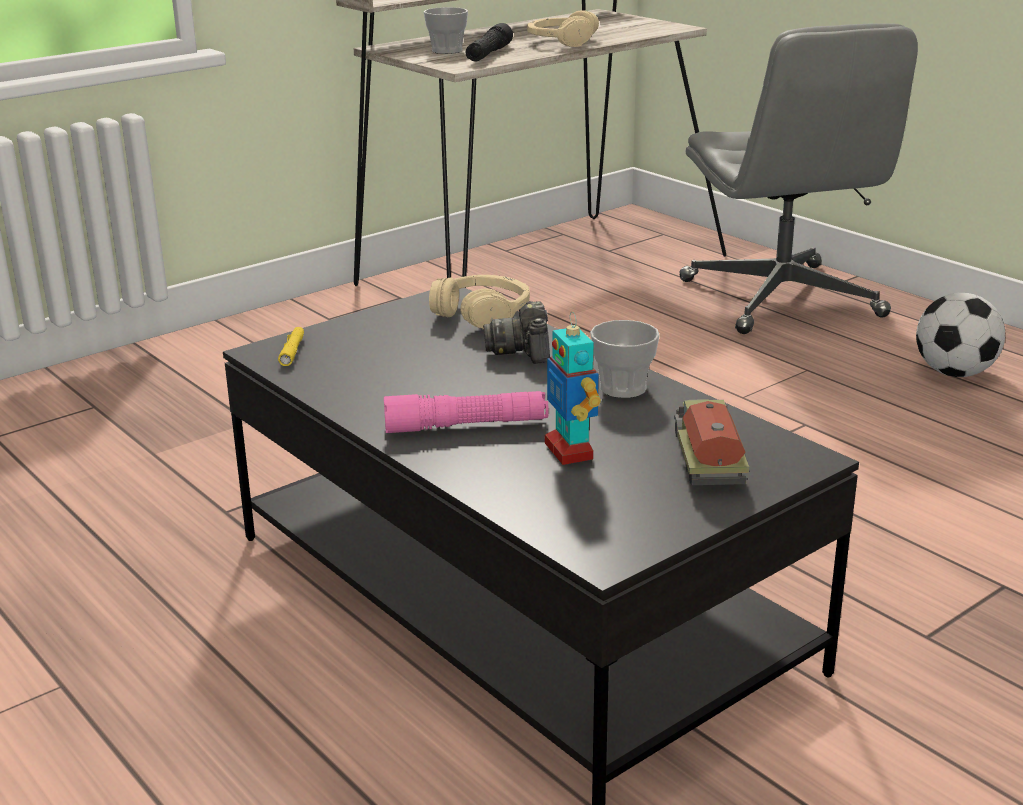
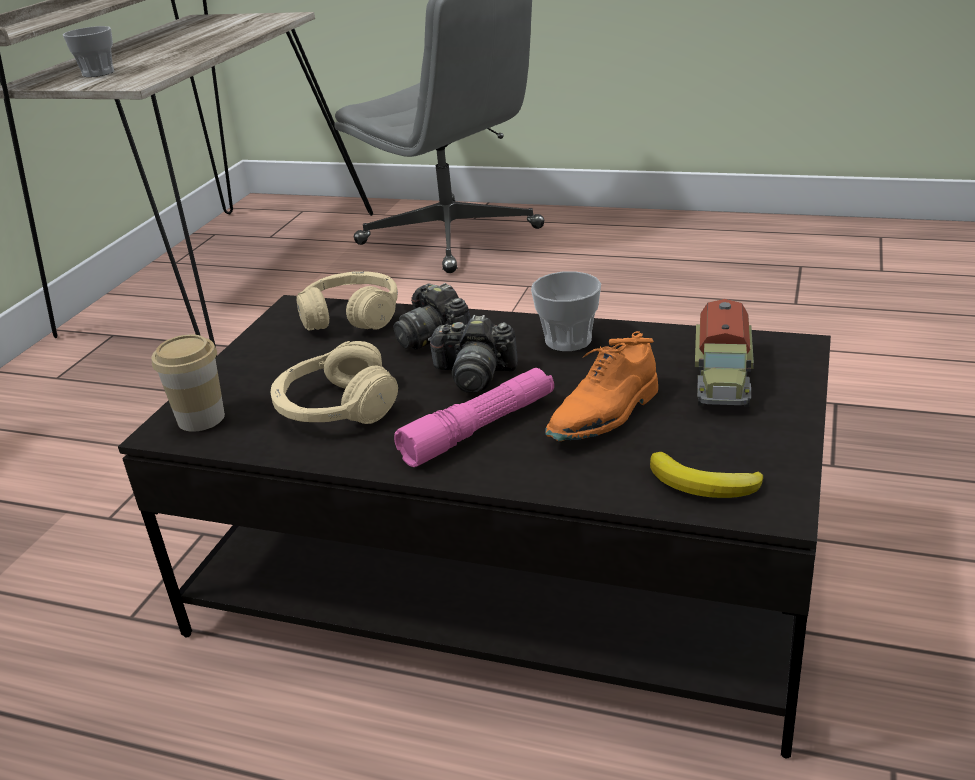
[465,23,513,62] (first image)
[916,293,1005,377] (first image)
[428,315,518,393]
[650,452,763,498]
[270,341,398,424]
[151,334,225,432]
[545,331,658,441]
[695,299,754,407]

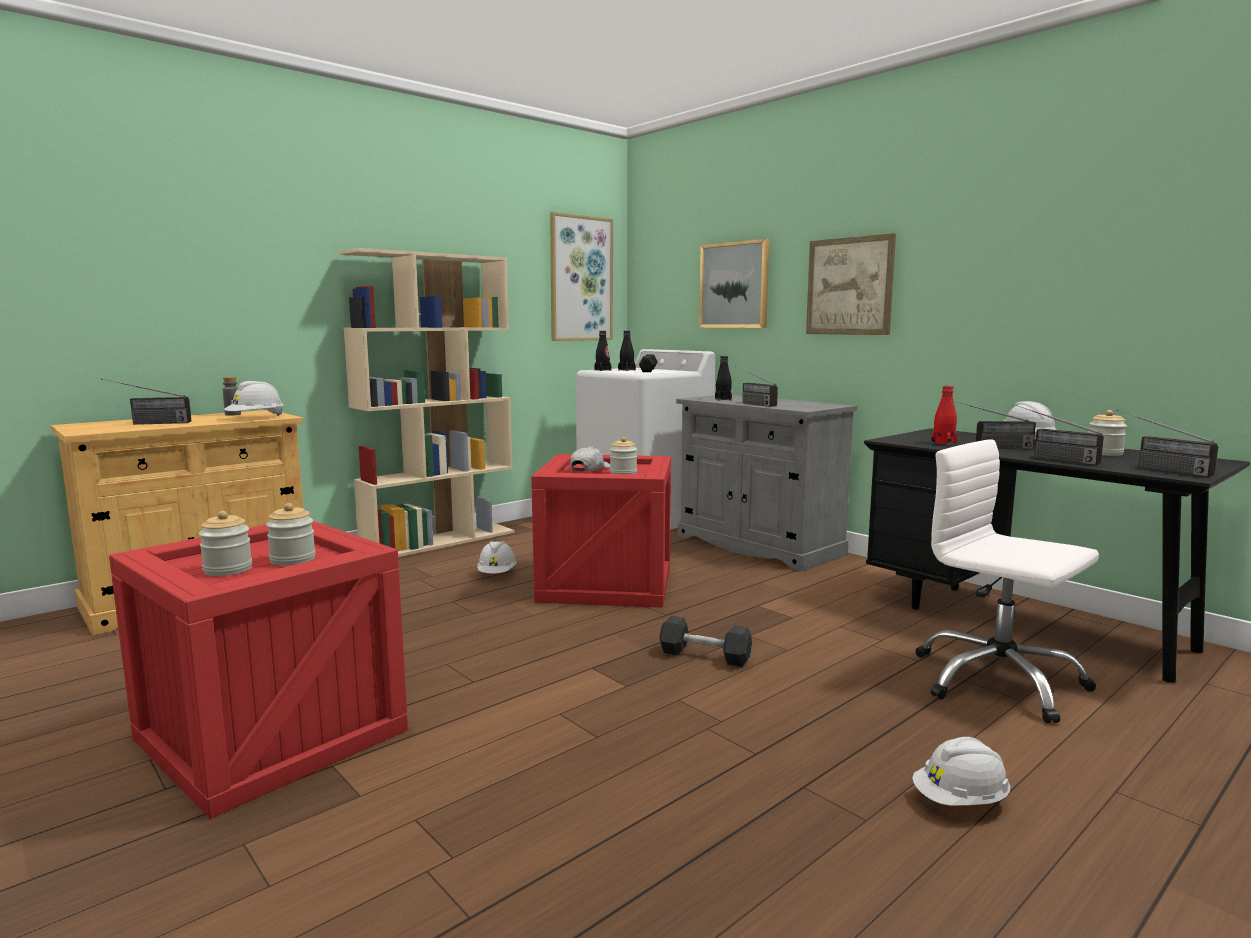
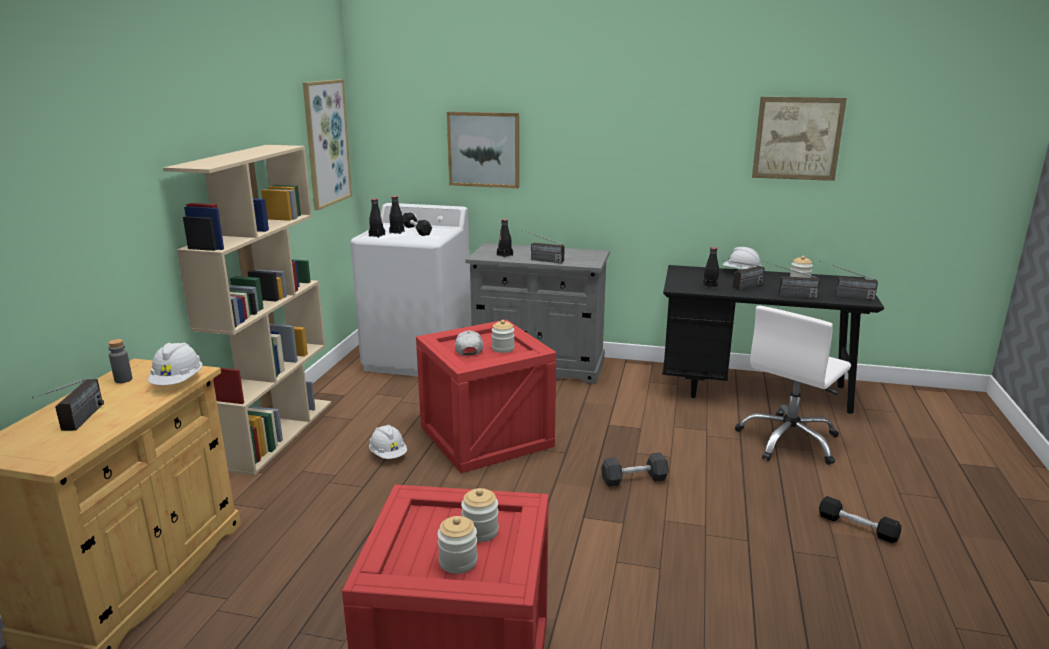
[752,97,847,181]
[819,496,902,543]
[703,247,719,288]
[32,379,104,431]
[735,306,851,465]

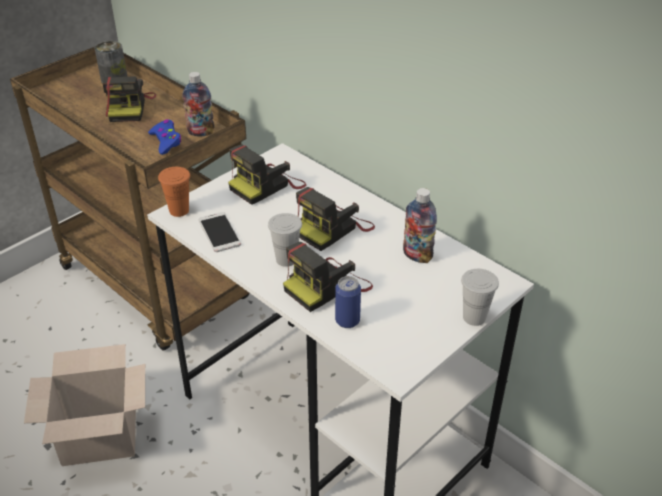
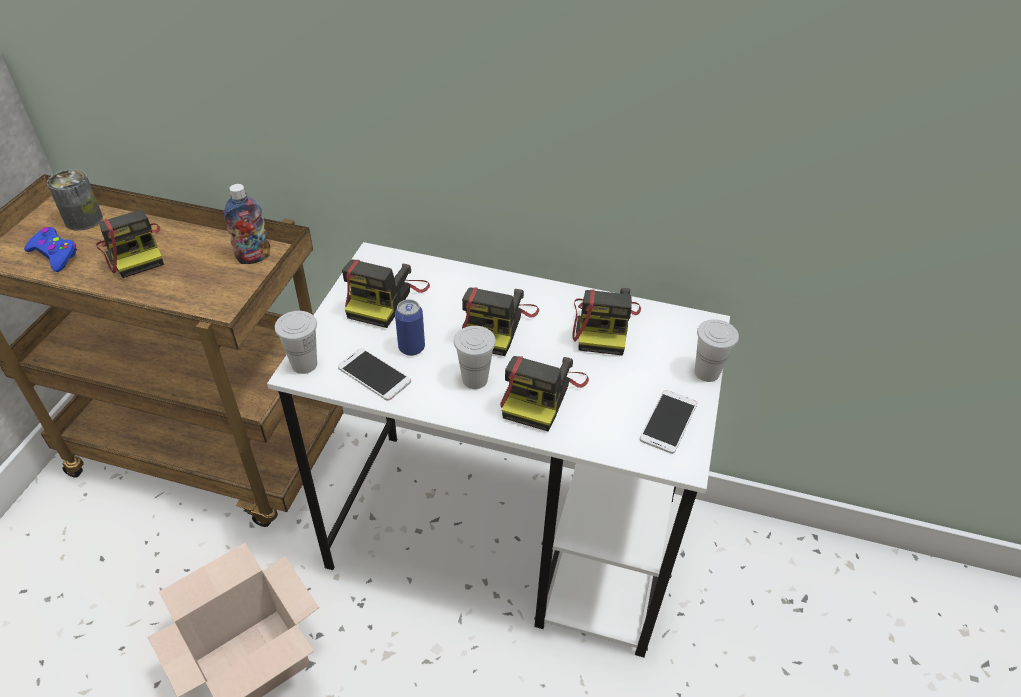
[640,390,697,454]
[24,227,77,272]
[395,299,425,356]
[572,288,641,356]
[275,311,317,374]

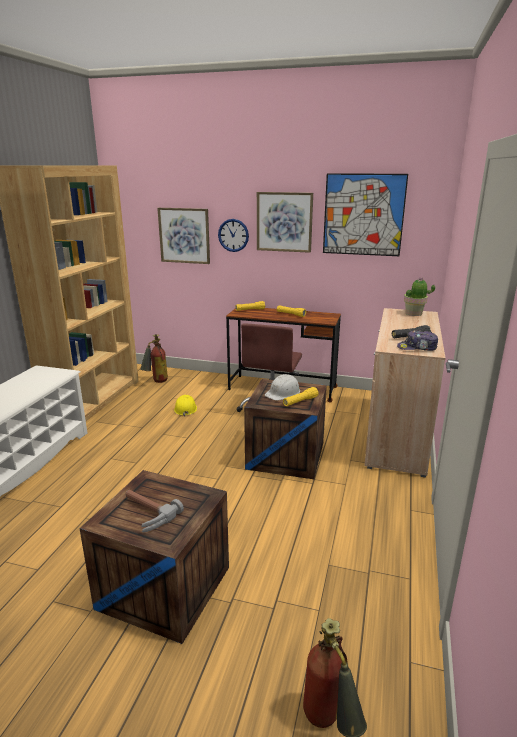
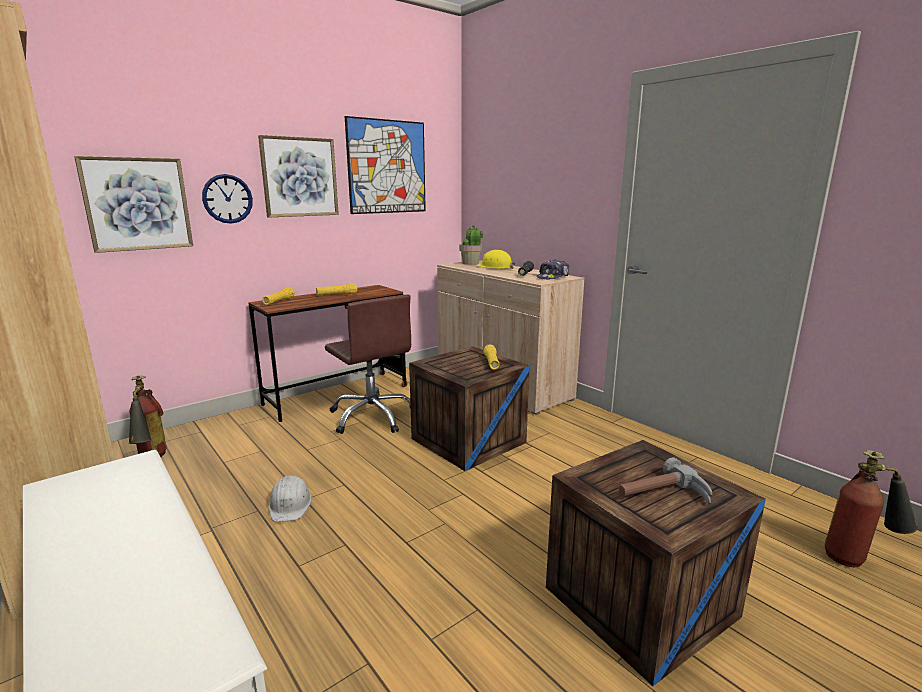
[476,250,515,269]
[269,475,312,522]

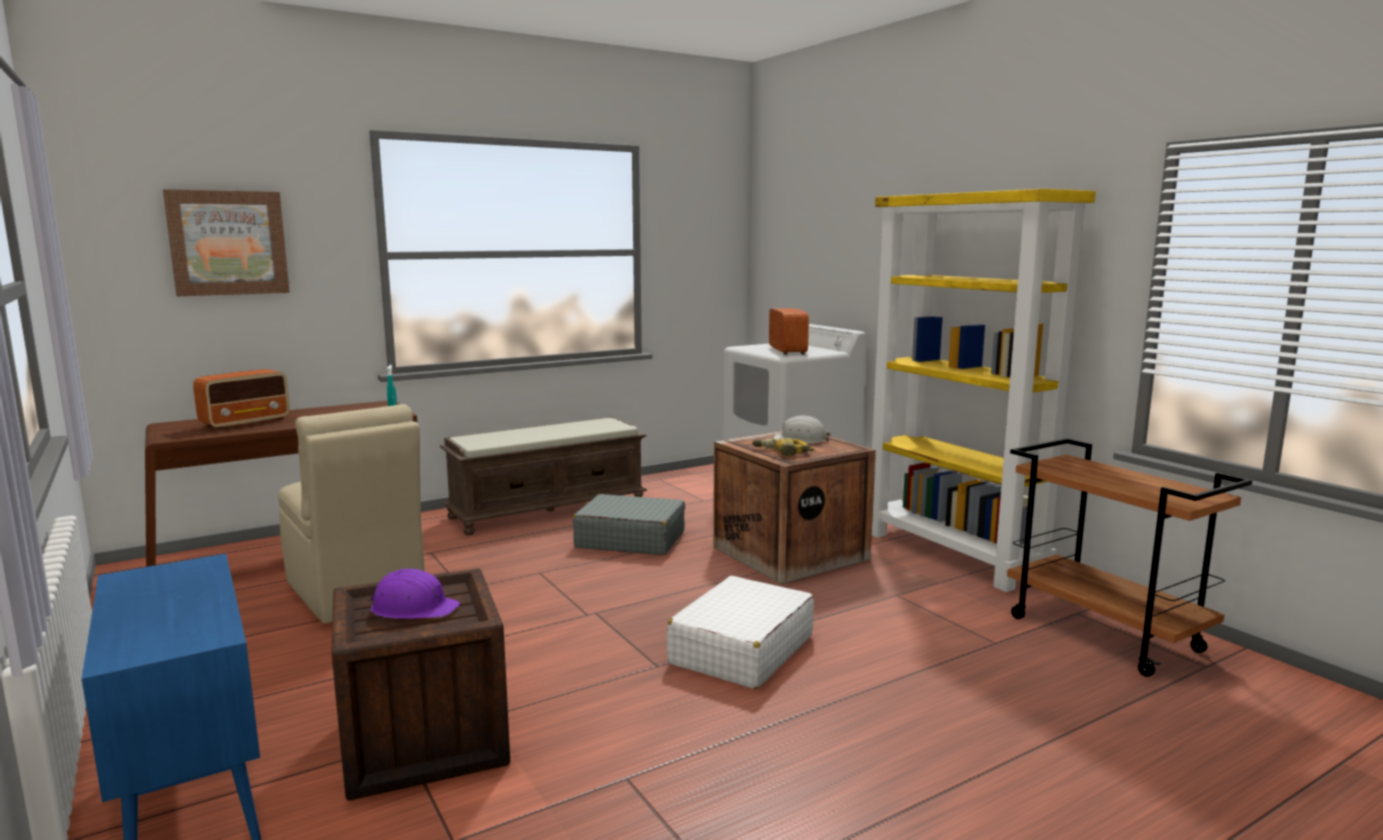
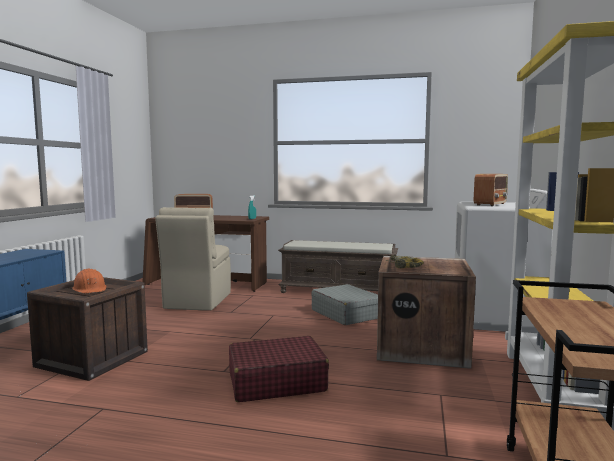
[163,189,290,296] (first image)
[773,415,831,444] (first image)
[72,269,107,293]
[229,336,329,402]

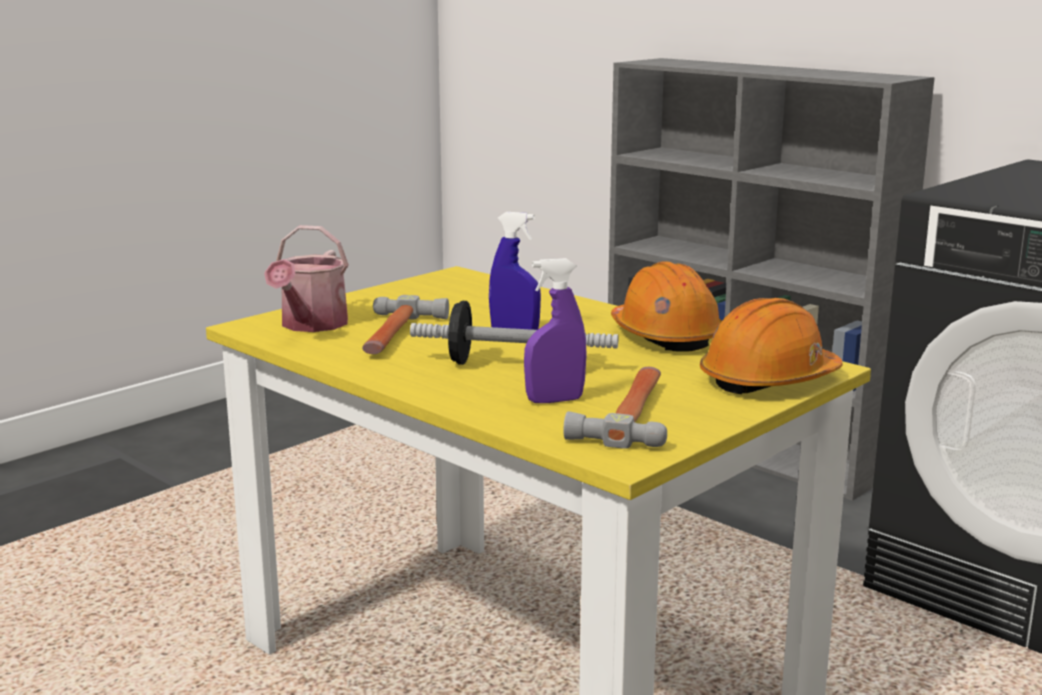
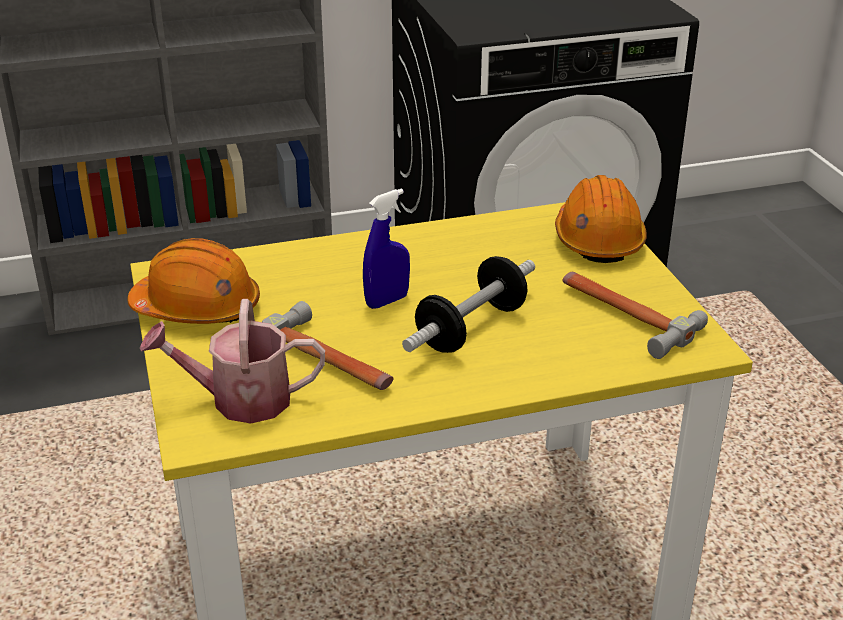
[524,258,587,403] (first image)
[127,238,260,324]
[140,299,325,423]

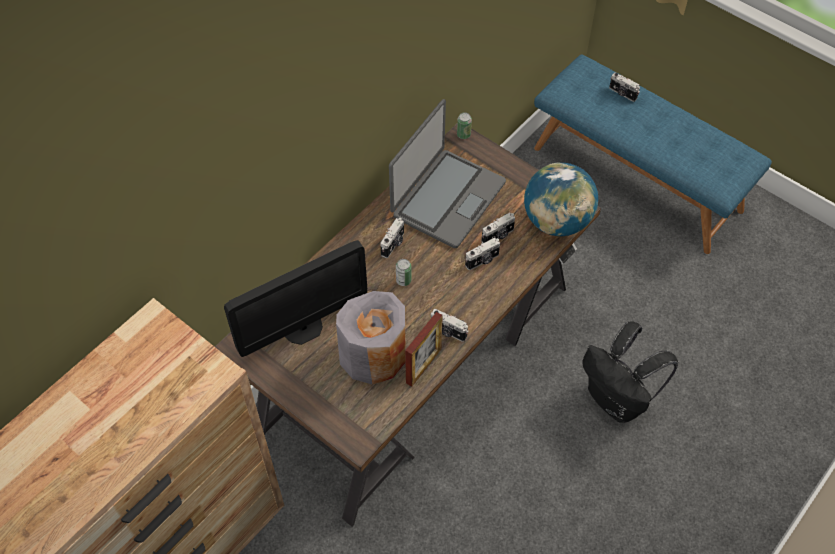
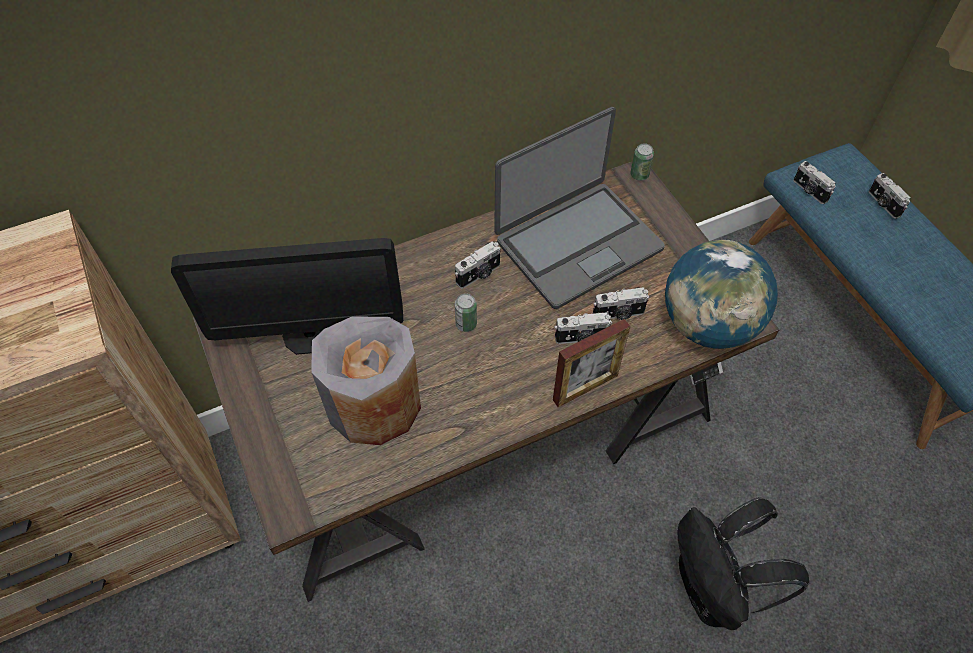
[553,319,630,407]
[793,161,835,204]

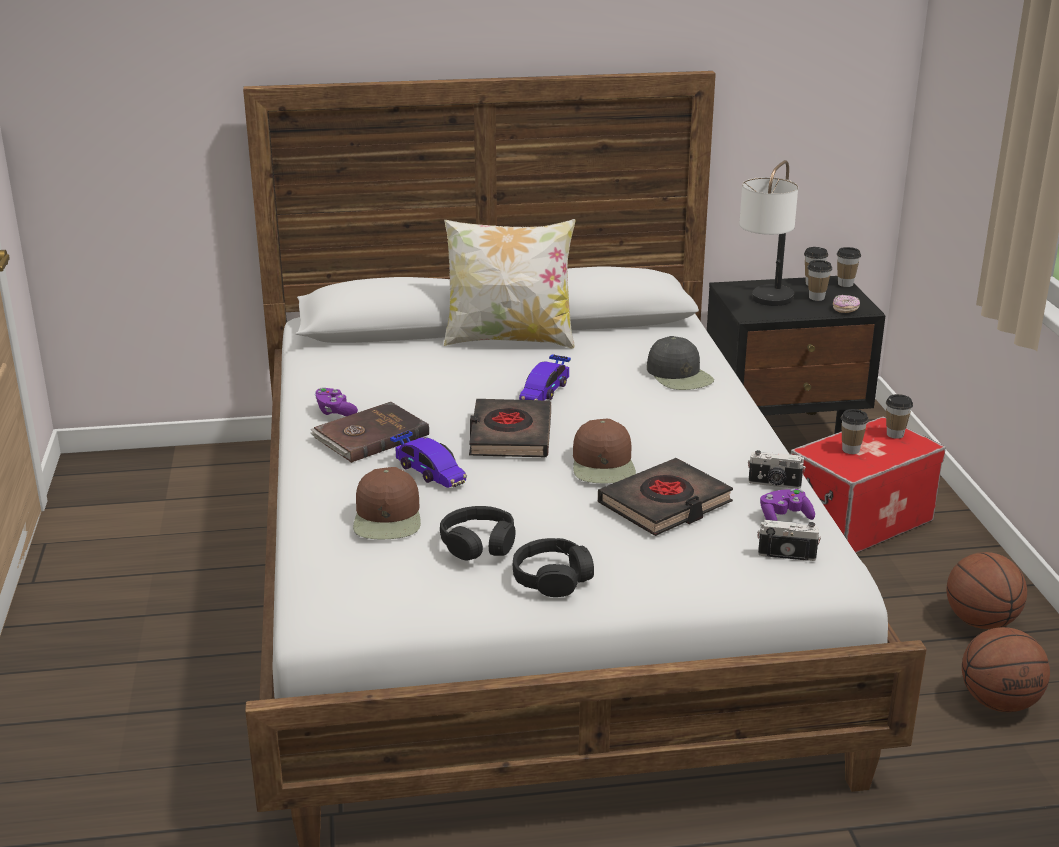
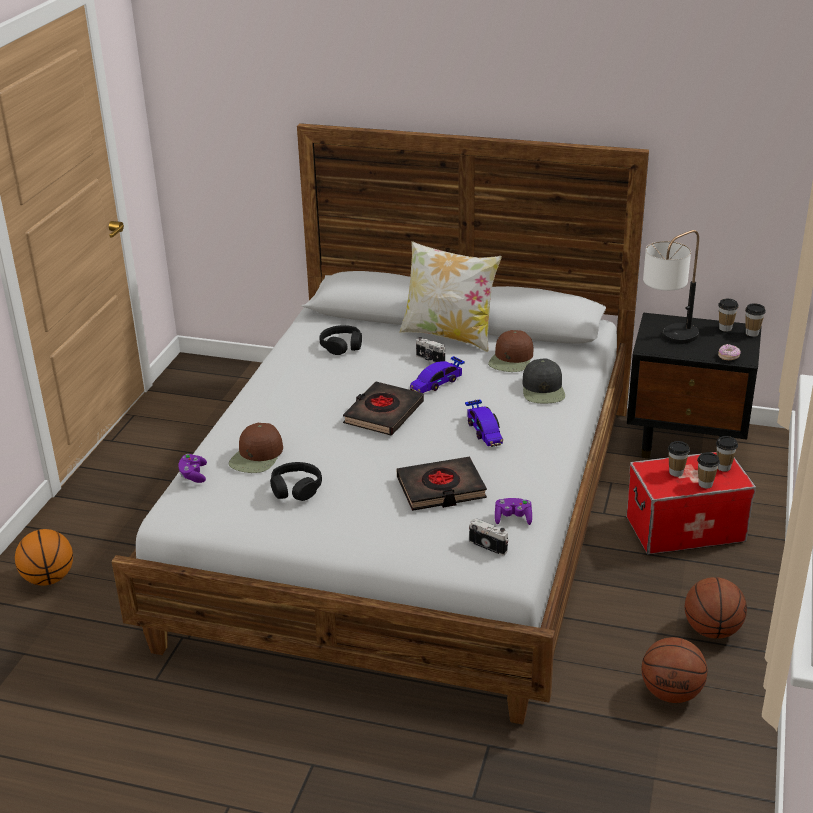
[310,402,429,463] (first image)
[15,529,73,586]
[178,454,207,483]
[465,399,503,447]
[320,325,362,355]
[488,330,533,372]
[416,337,445,363]
[697,452,720,488]

